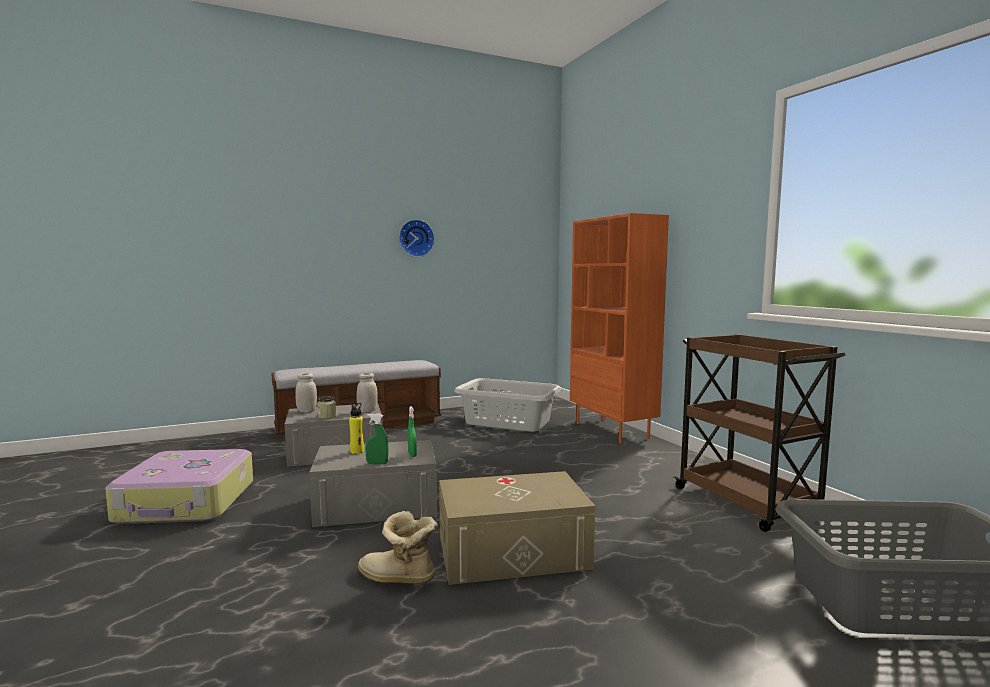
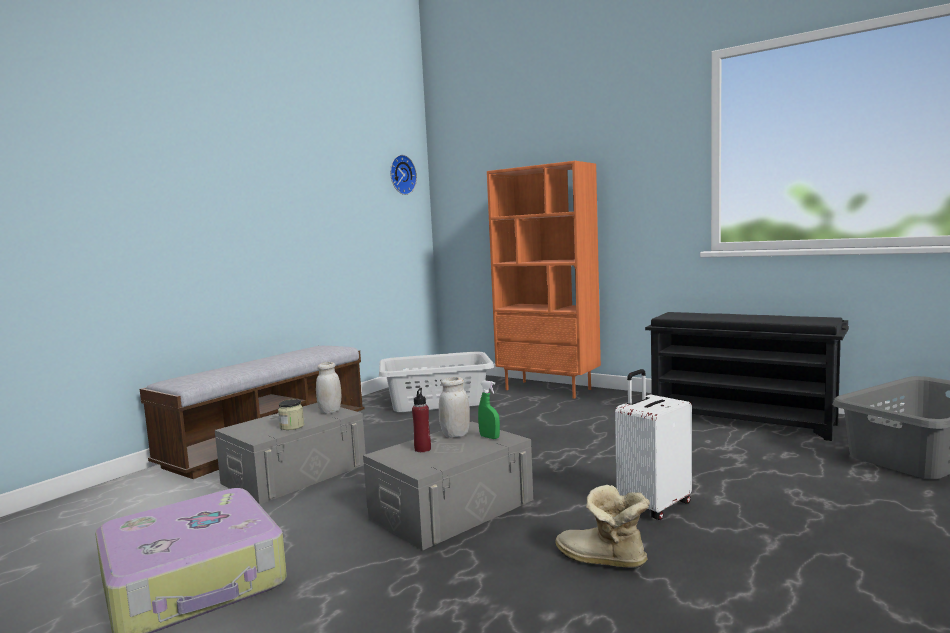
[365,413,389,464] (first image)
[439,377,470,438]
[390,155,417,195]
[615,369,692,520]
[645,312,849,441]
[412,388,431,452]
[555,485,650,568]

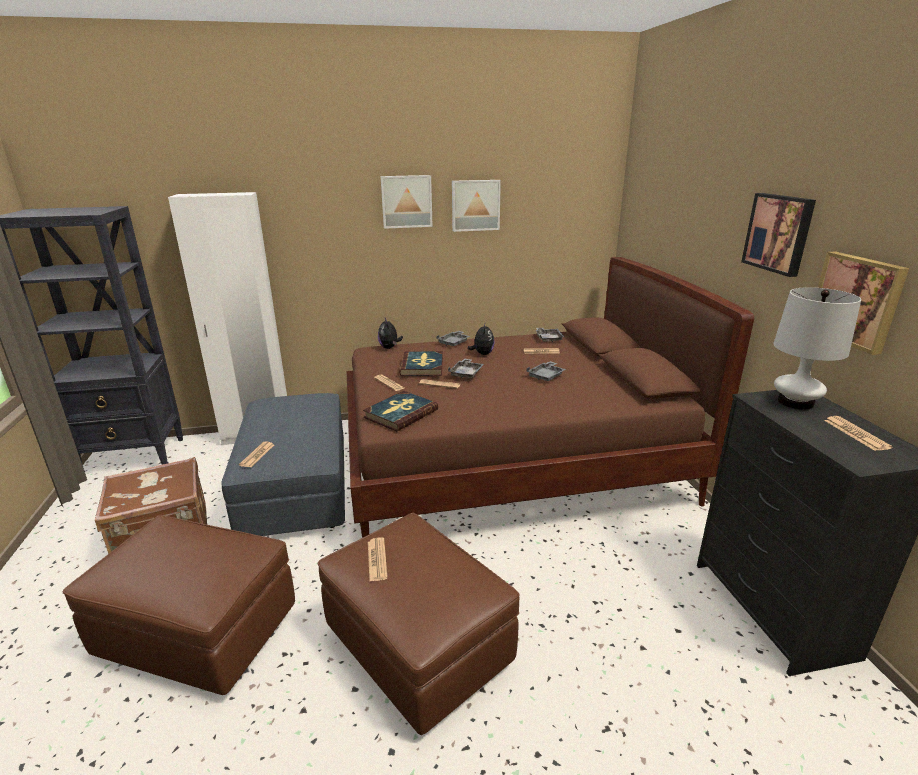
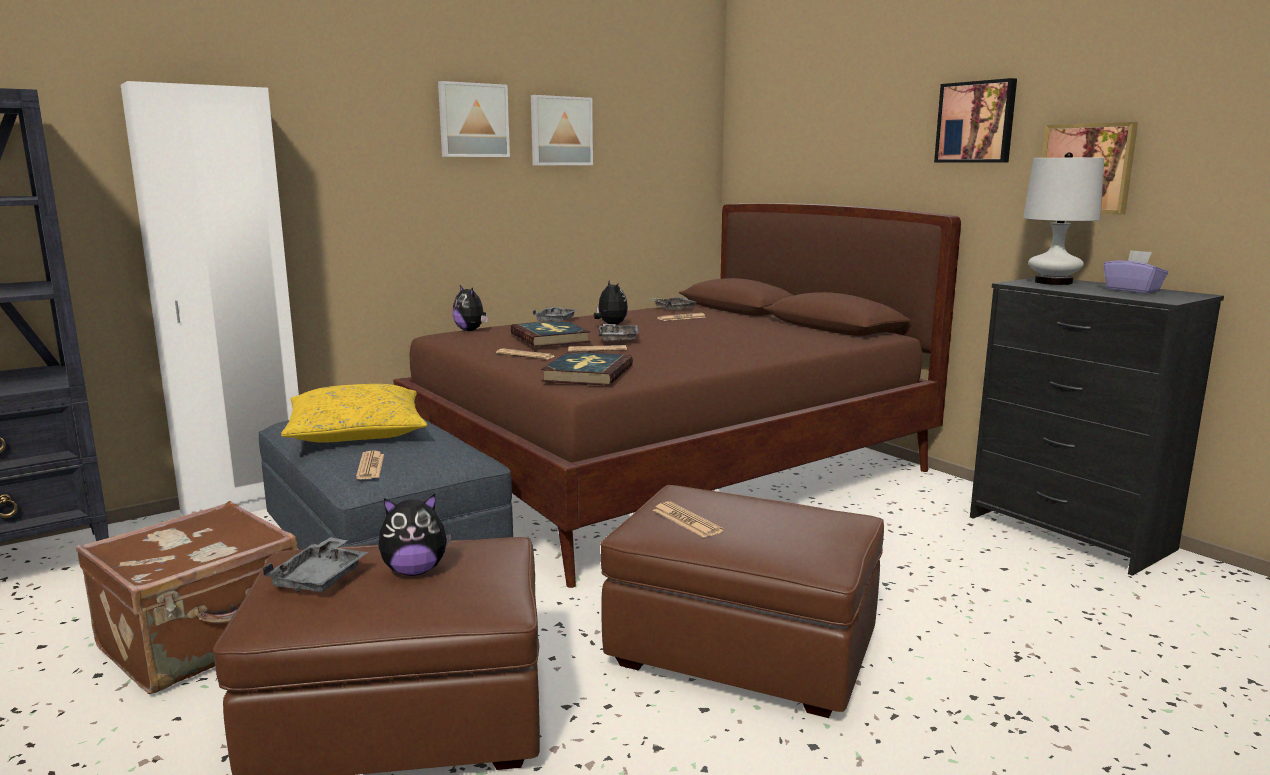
[281,384,427,442]
[379,494,451,576]
[263,537,368,592]
[1104,250,1168,293]

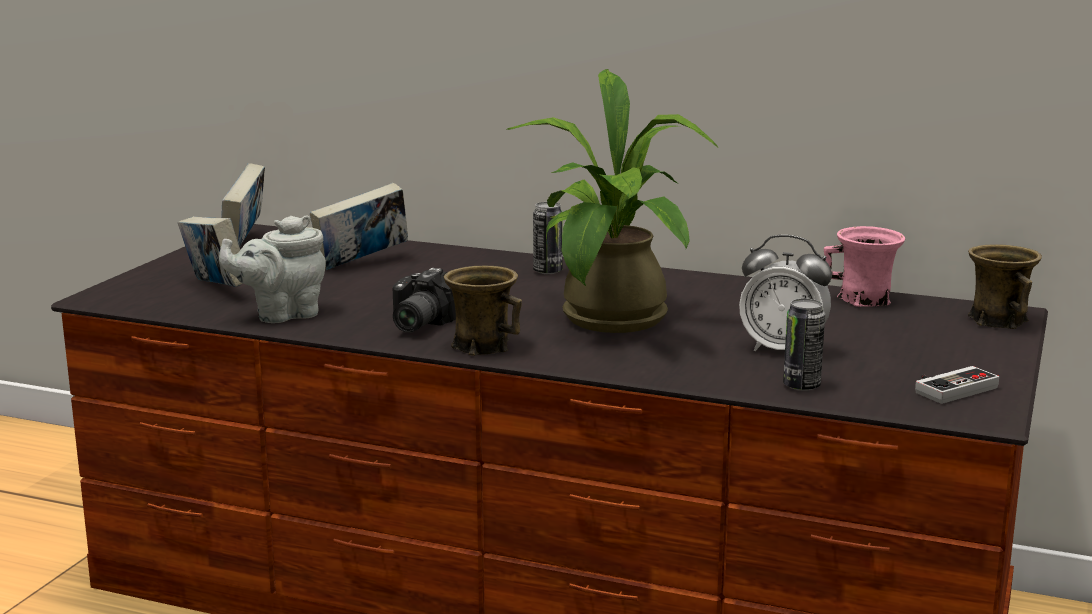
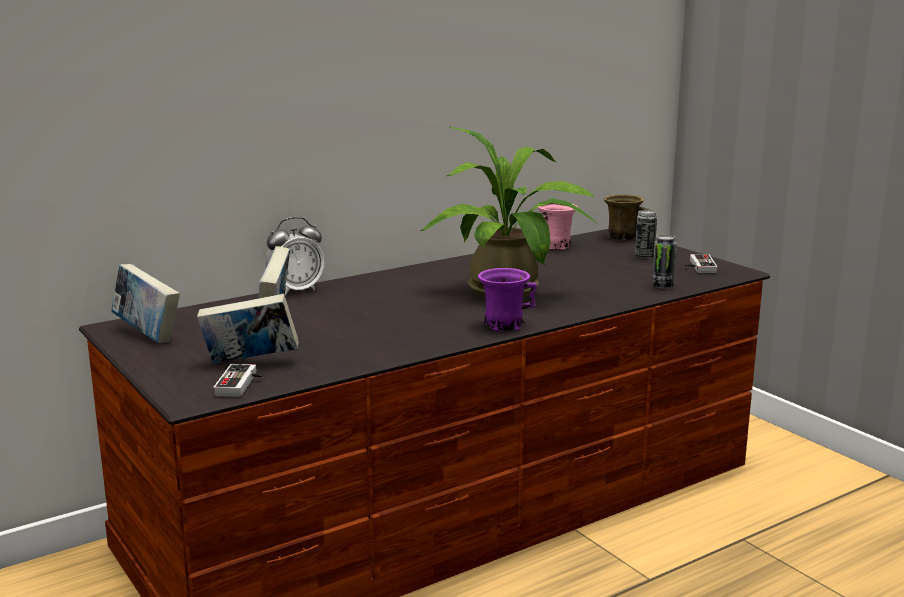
[219,216,326,323] (first image)
[393,268,456,332] (first image)
[213,364,264,397]
[635,210,657,259]
[266,217,325,296]
[478,268,537,331]

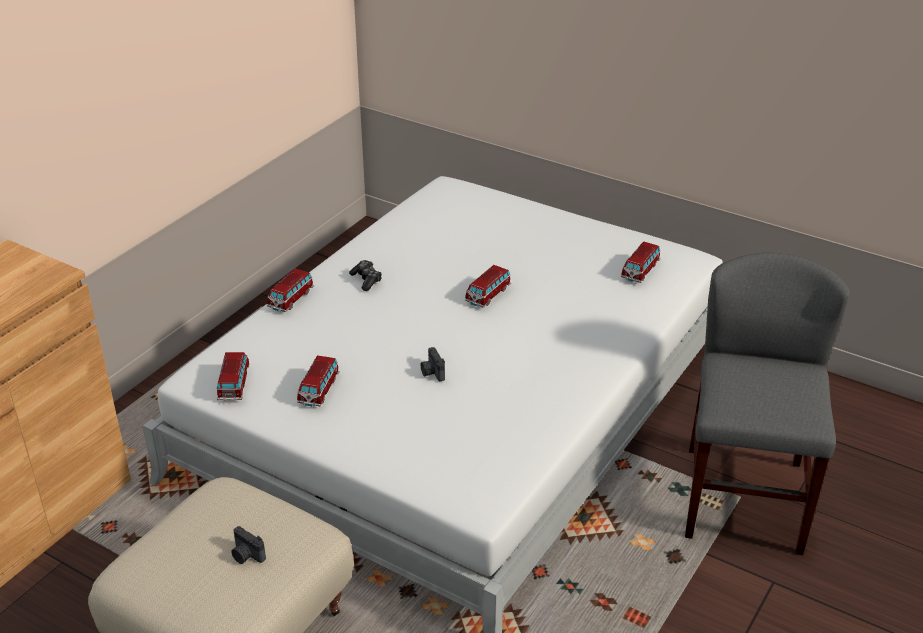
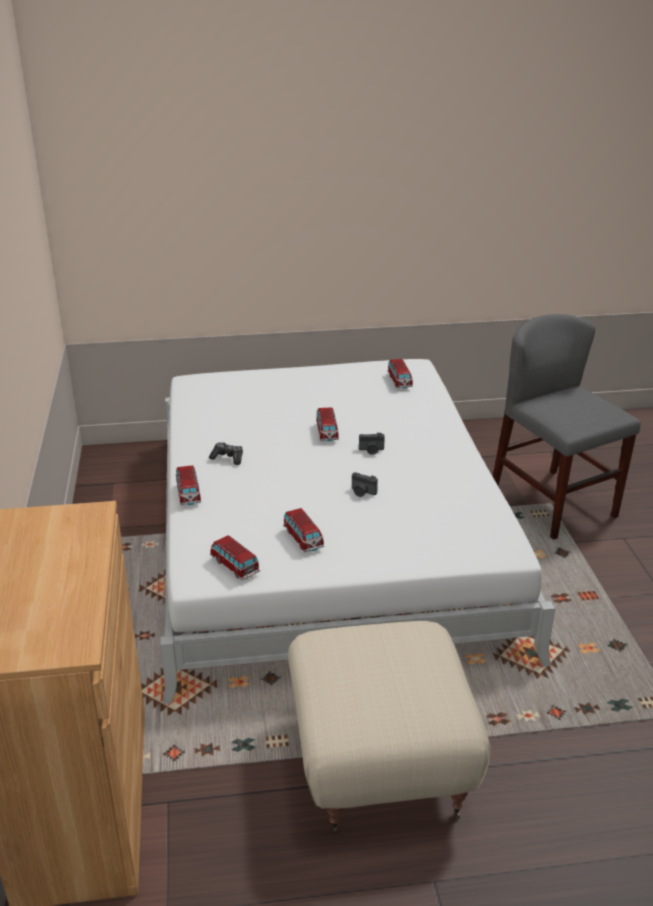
[359,433,385,455]

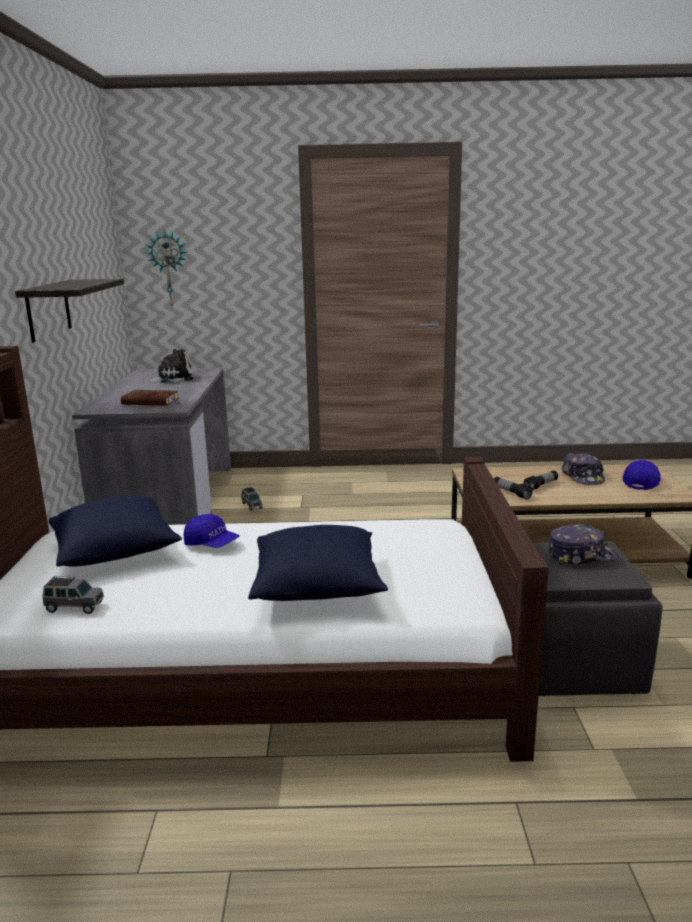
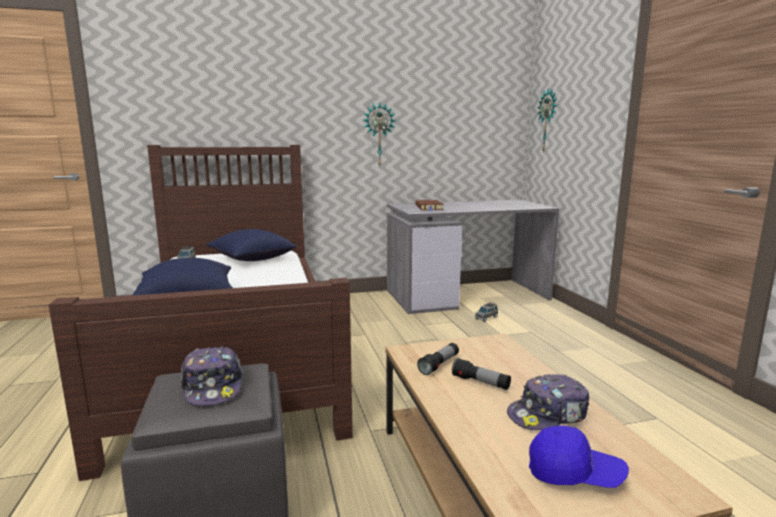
[144,349,193,383] (first image)
[184,514,240,548] (first image)
[363,102,396,166]

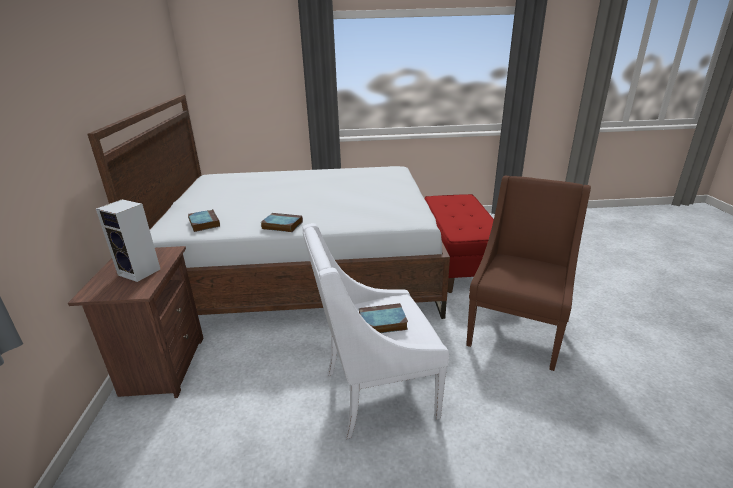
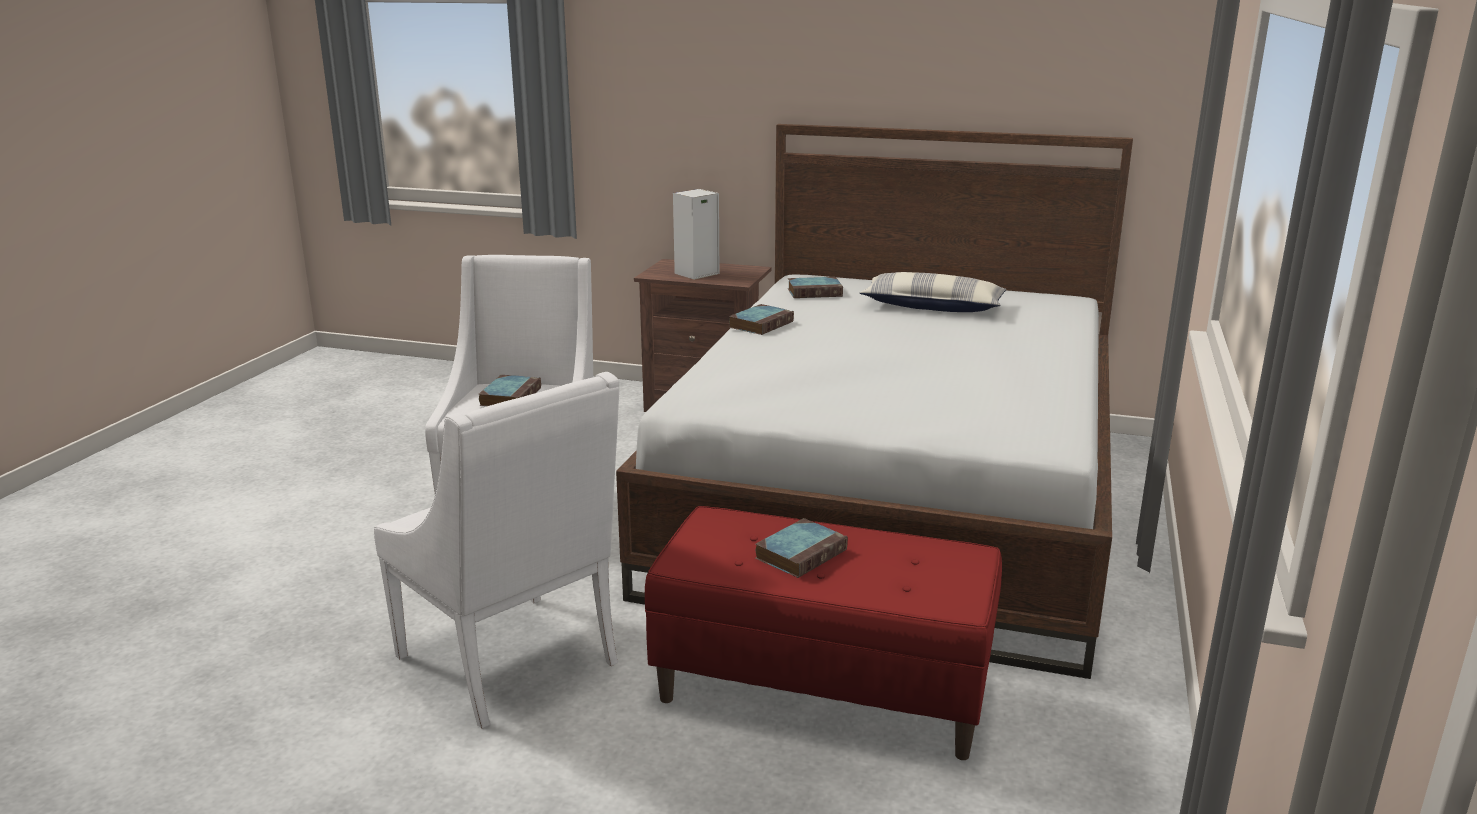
[755,518,848,578]
[860,272,1006,312]
[374,372,619,729]

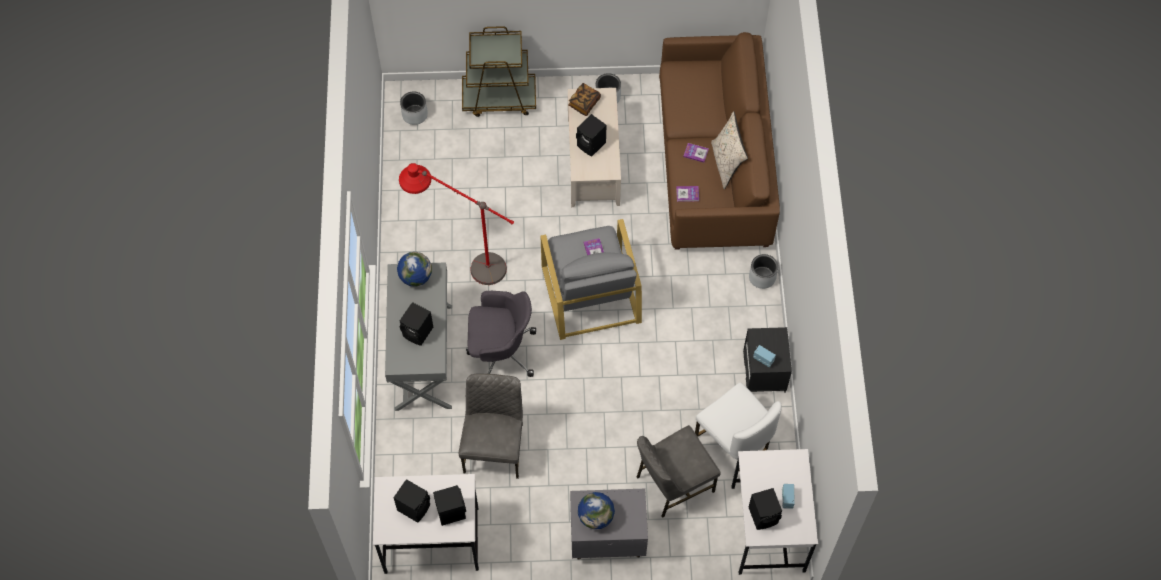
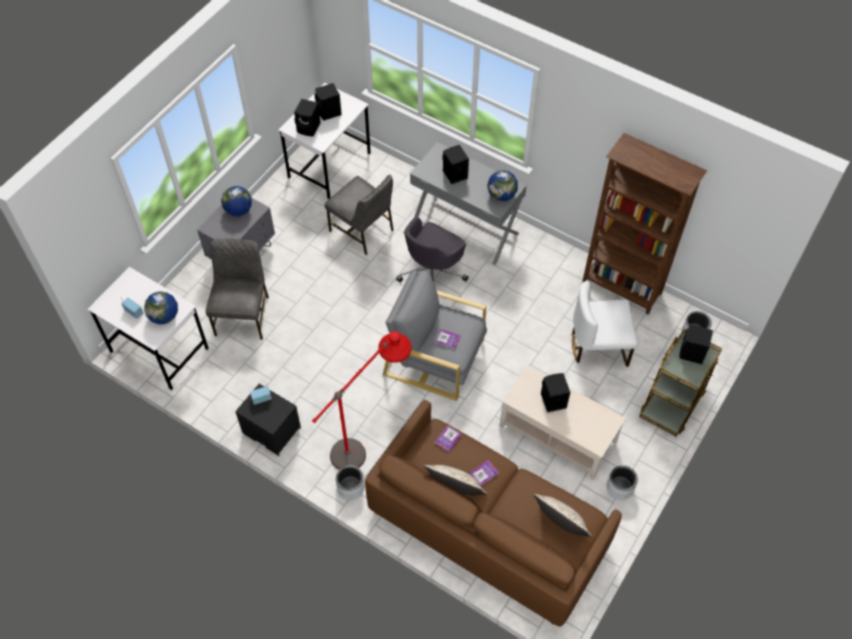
[568,83,601,116] (first image)
[144,291,178,324]
[533,494,592,537]
[583,133,707,315]
[312,331,411,470]
[572,281,638,367]
[679,324,713,364]

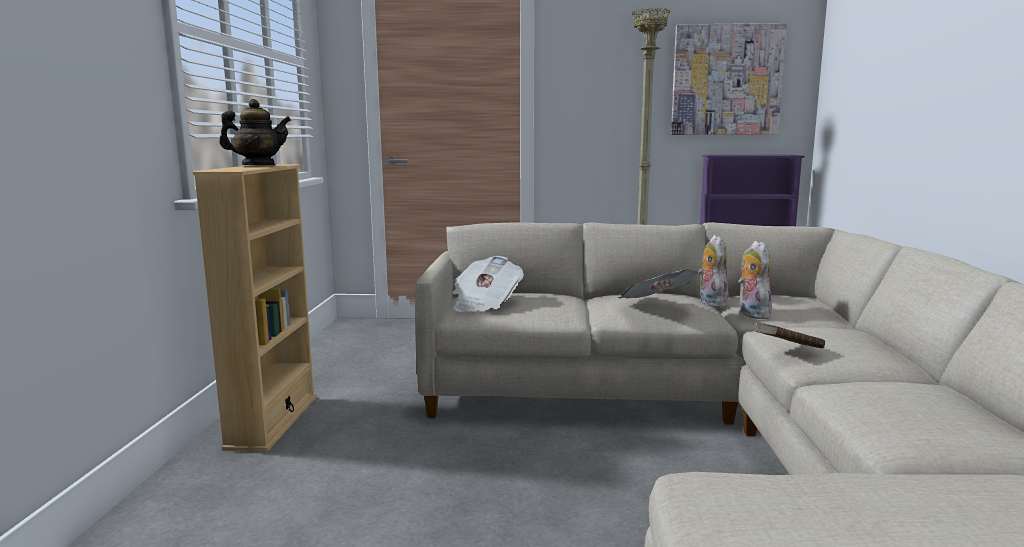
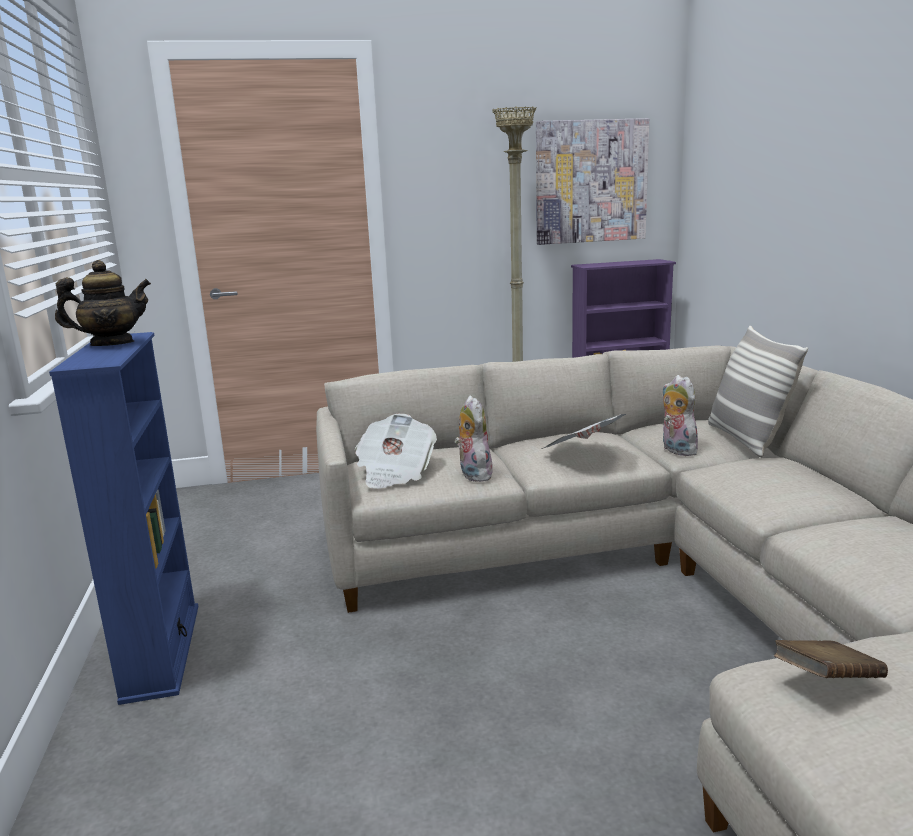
[708,326,808,457]
[454,396,493,482]
[774,640,888,678]
[49,332,198,705]

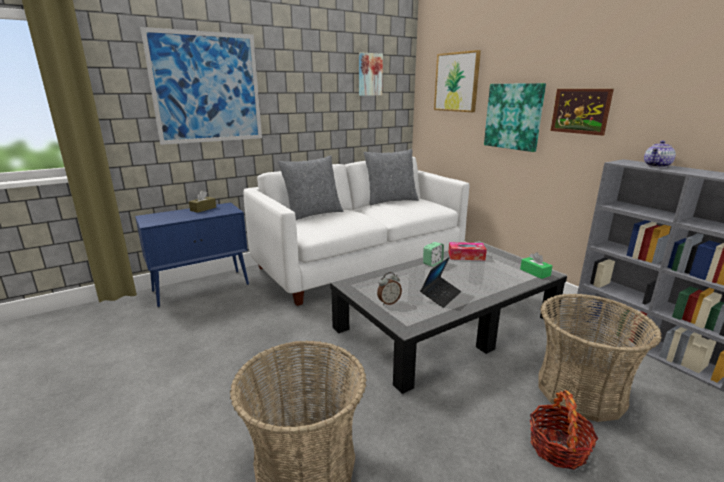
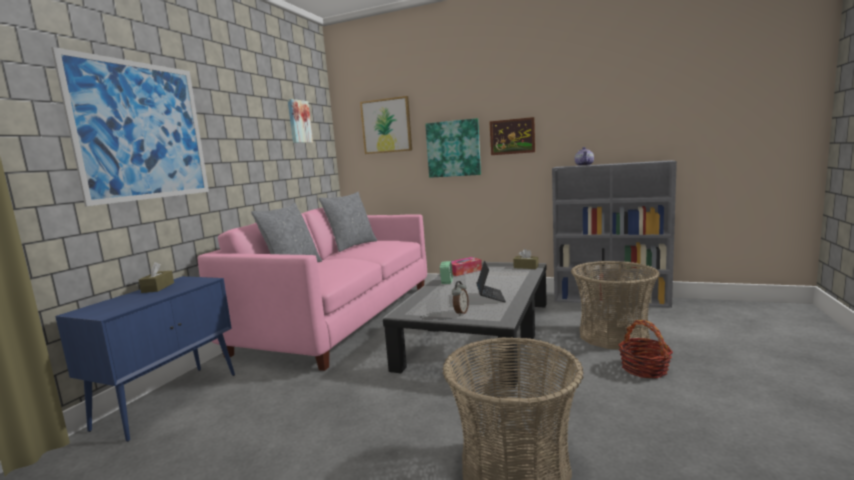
[198,208,427,371]
[513,249,539,269]

